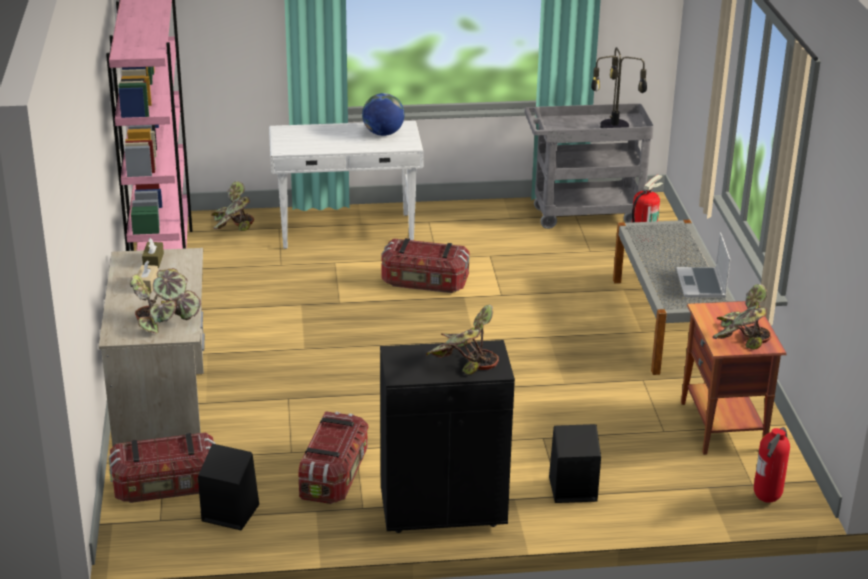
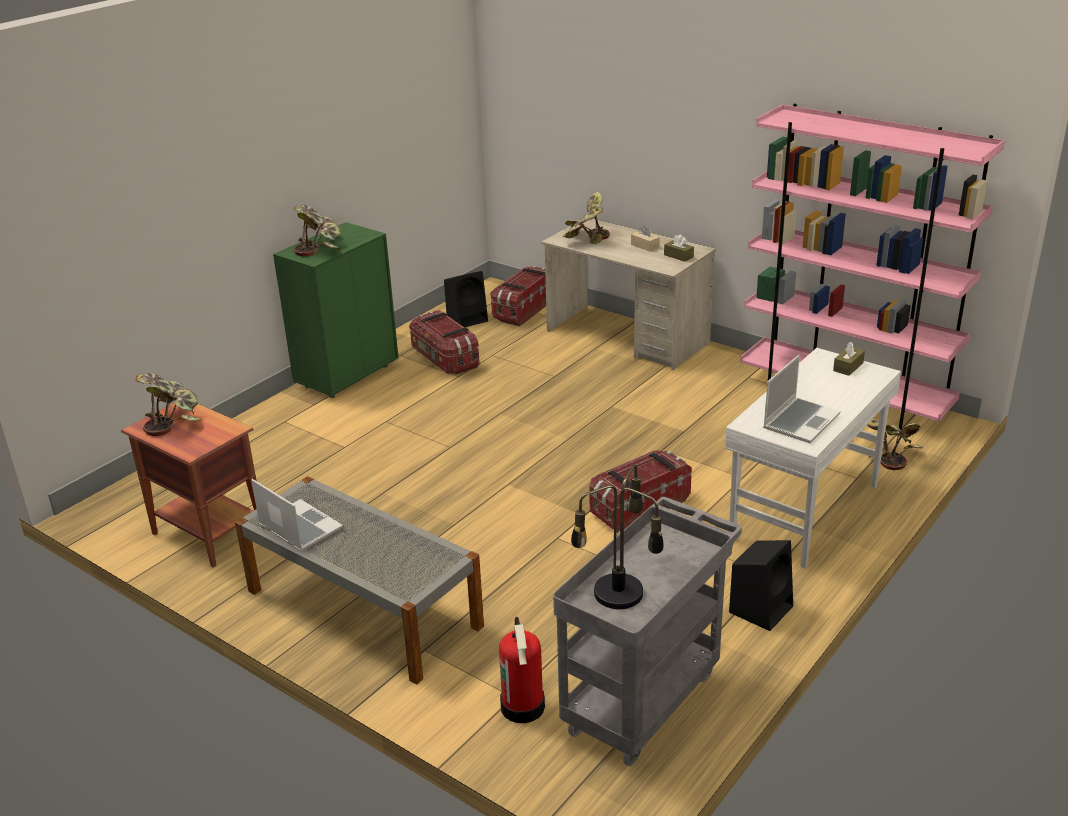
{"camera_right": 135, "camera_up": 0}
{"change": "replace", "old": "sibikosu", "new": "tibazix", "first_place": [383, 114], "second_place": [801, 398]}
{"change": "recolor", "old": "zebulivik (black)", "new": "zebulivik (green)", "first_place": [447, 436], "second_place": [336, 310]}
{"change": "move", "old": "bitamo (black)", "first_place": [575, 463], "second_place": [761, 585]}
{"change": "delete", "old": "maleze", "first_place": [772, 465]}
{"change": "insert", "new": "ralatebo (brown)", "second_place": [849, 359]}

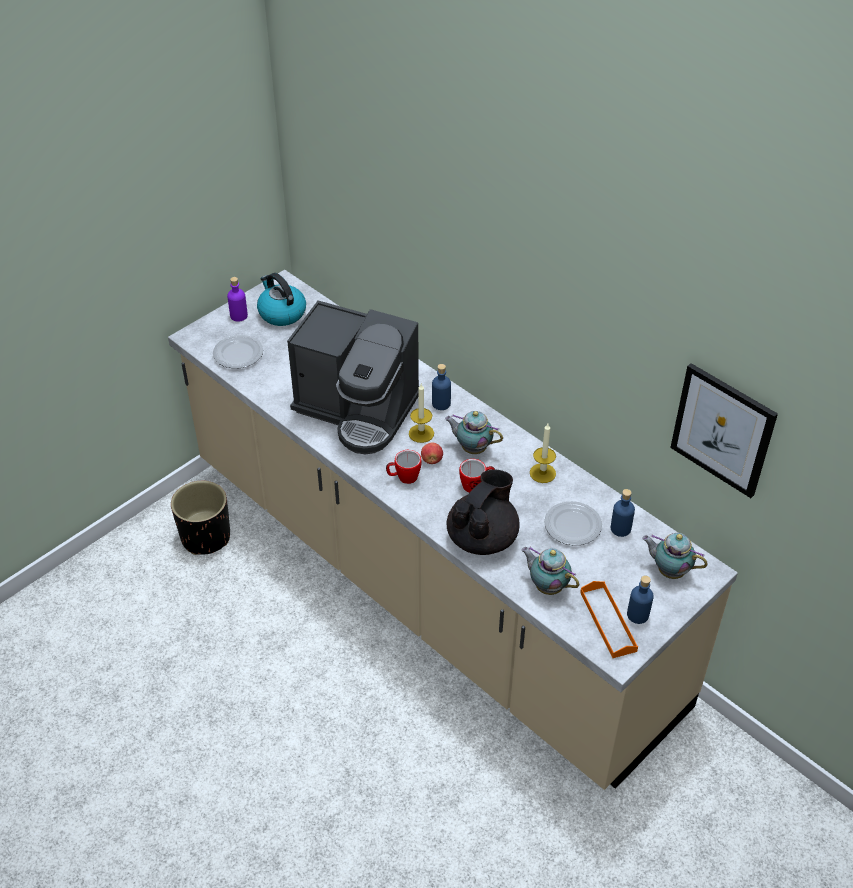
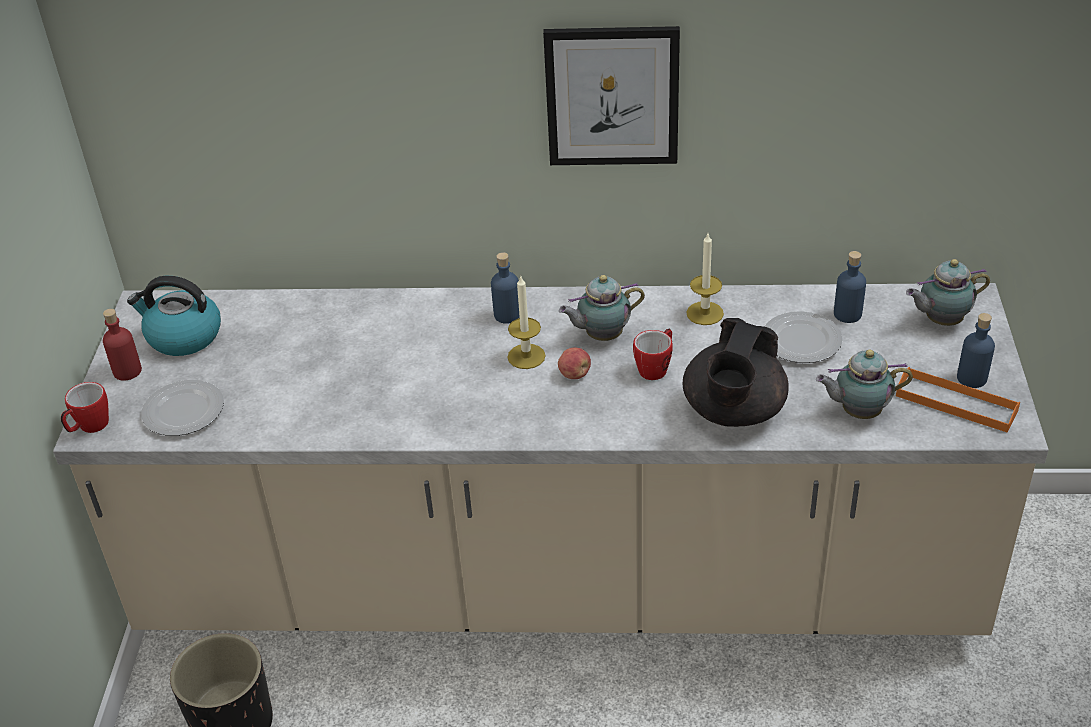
{"camera_right": -40, "camera_up": -5}
{"change": "recolor", "old": "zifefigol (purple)", "new": "zifefigol (red)", "first_place": [237, 299], "second_place": [122, 345]}
{"change": "delete", "old": "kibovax", "first_place": [353, 377]}
{"change": "move", "old": "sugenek", "first_place": [724, 430], "second_place": [611, 95]}
{"change": "move", "old": "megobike", "first_place": [404, 467], "second_place": [85, 407]}
{"change": "rotate", "old": "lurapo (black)", "first_place": [483, 512], "second_place": [736, 372], "degrees": -150}

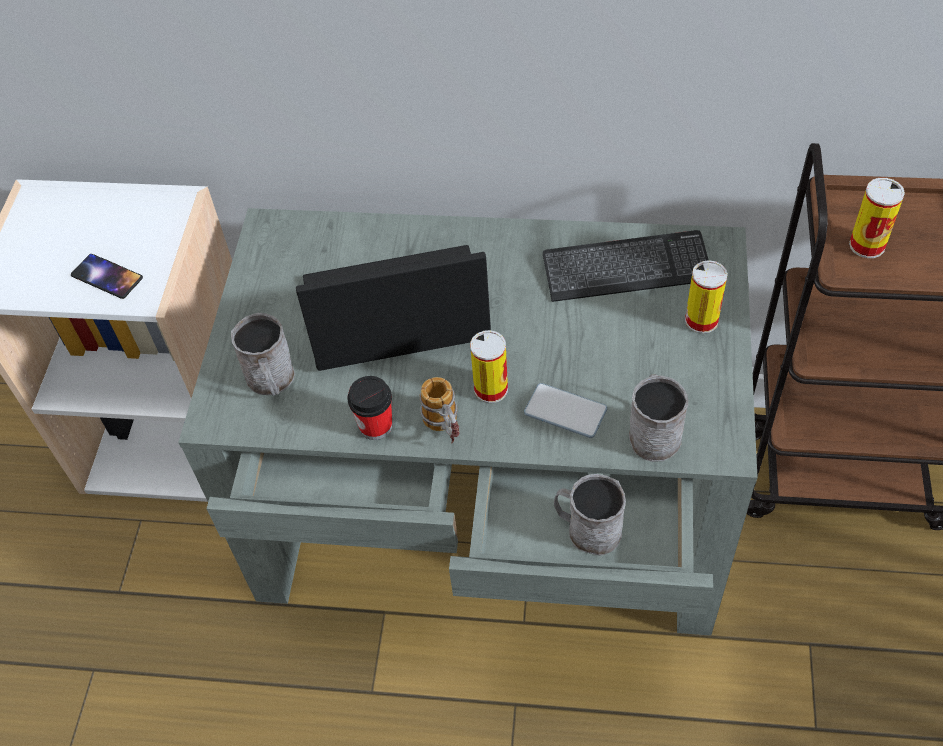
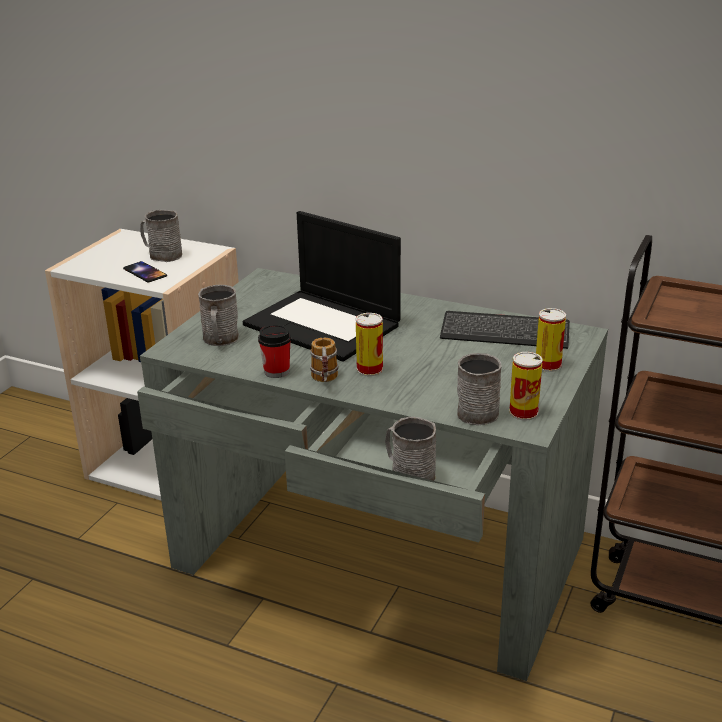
{"camera_right": 15, "camera_up": -25}
{"change": "move", "old": "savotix", "first_place": [877, 218], "second_place": [526, 386]}
{"change": "rotate", "old": "tibazix", "first_place": [393, 308], "second_place": [322, 286], "degrees": -150}
{"change": "delete", "old": "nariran", "first_place": [565, 410]}
{"change": "insert", "new": "megobike (grey)", "second_place": [161, 236]}

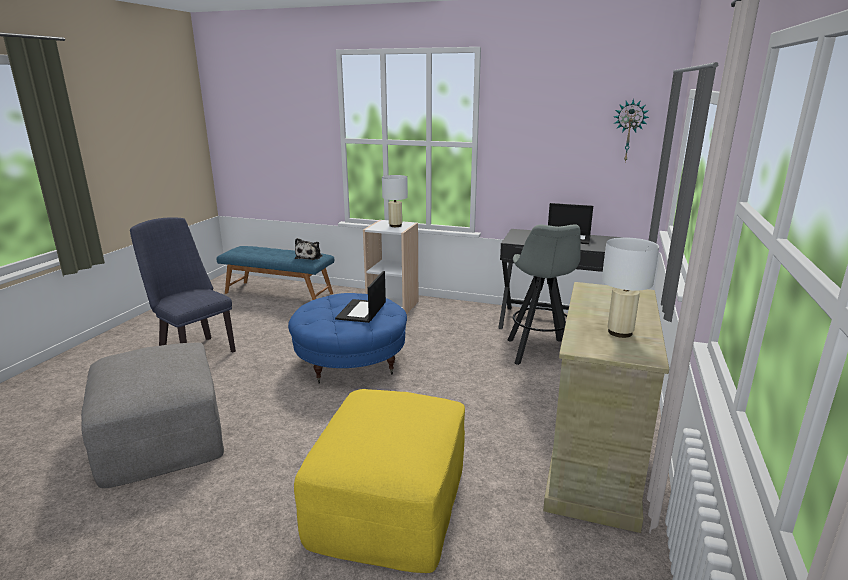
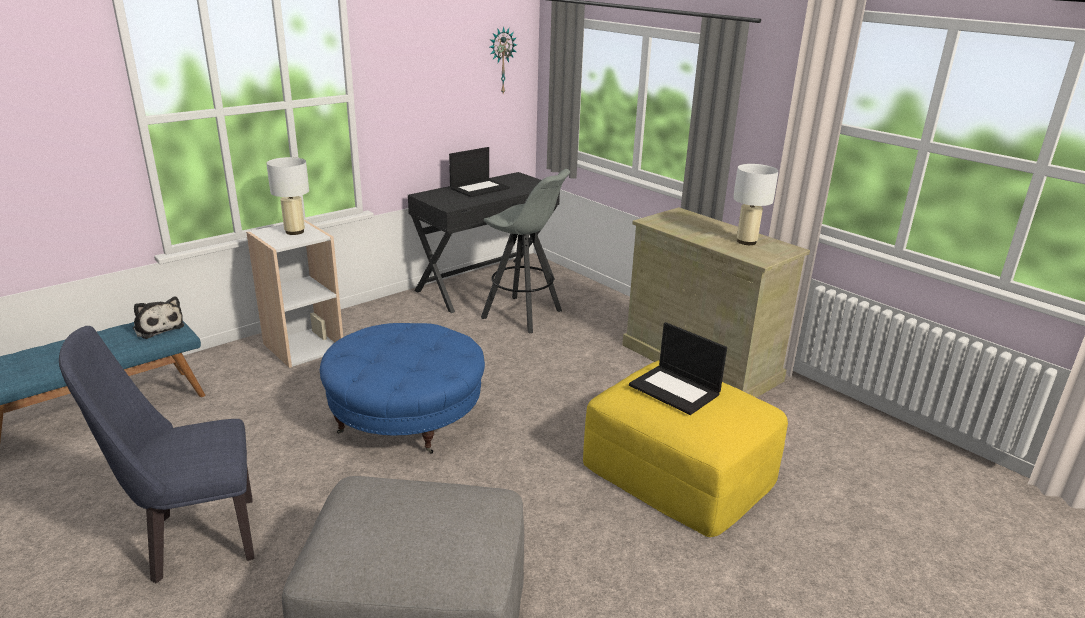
{"camera_right": -60, "camera_up": 5}
{"change": "move", "old": "tibazix", "first_place": [360, 297], "second_place": [678, 368]}

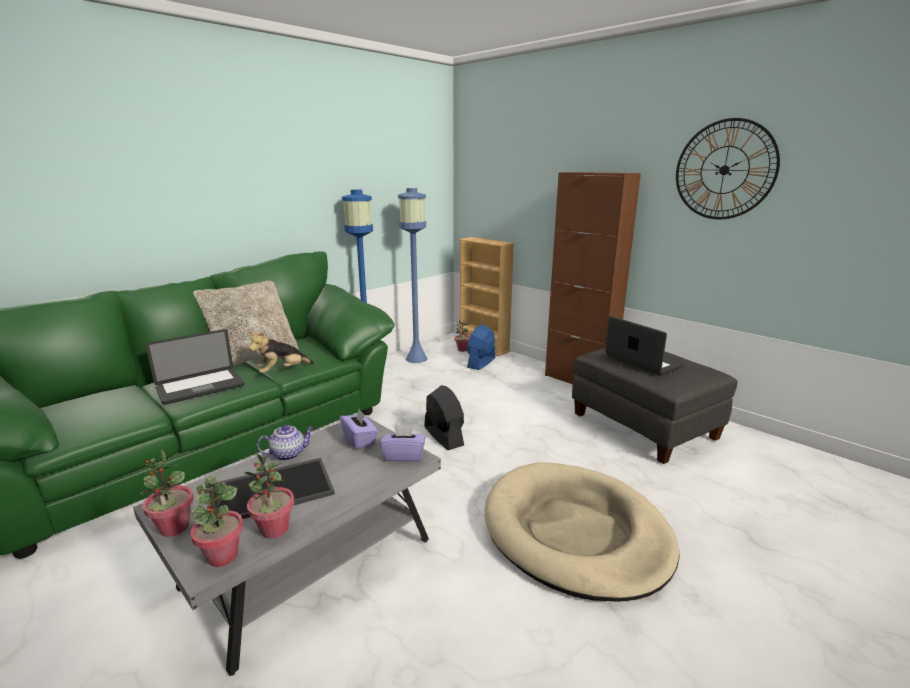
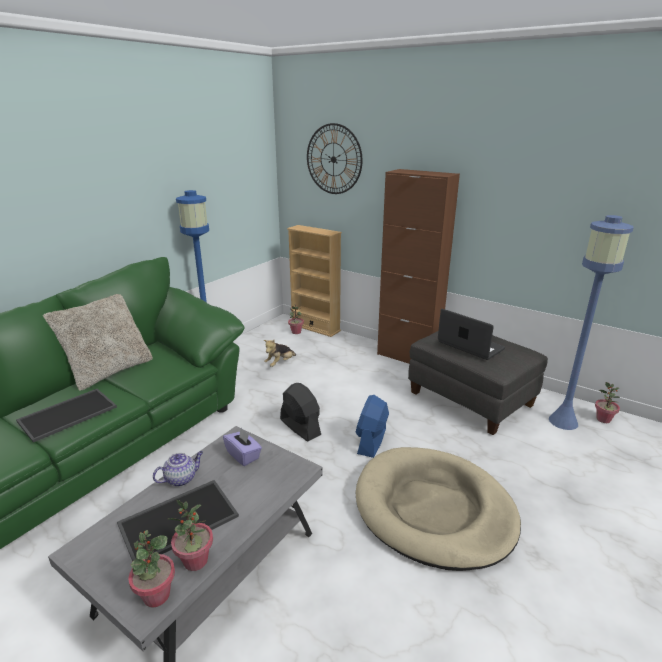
{"camera_right": -10, "camera_up": 5}
{"change": "move", "old": "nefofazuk", "first_place": [728, 168], "second_place": [335, 158]}
{"change": "move", "old": "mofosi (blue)", "first_place": [412, 275], "second_place": [591, 322]}
{"change": "move", "old": "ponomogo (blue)", "first_place": [481, 347], "second_place": [372, 426]}
{"change": "replace", "old": "tibazix", "new": "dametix", "first_place": [194, 367], "second_place": [66, 415]}
{"change": "move", "old": "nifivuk", "first_place": [281, 352], "second_place": [280, 353]}
{"change": "delete", "old": "ralatebo (purple)", "first_place": [403, 443]}
{"change": "move", "old": "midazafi", "first_place": [167, 493], "second_place": [607, 402]}

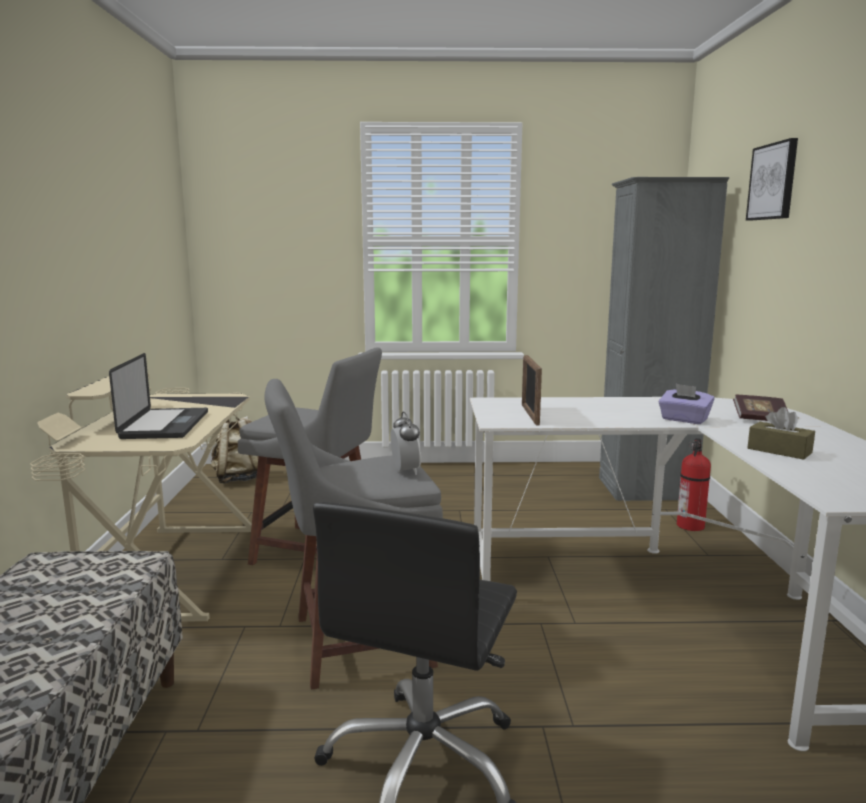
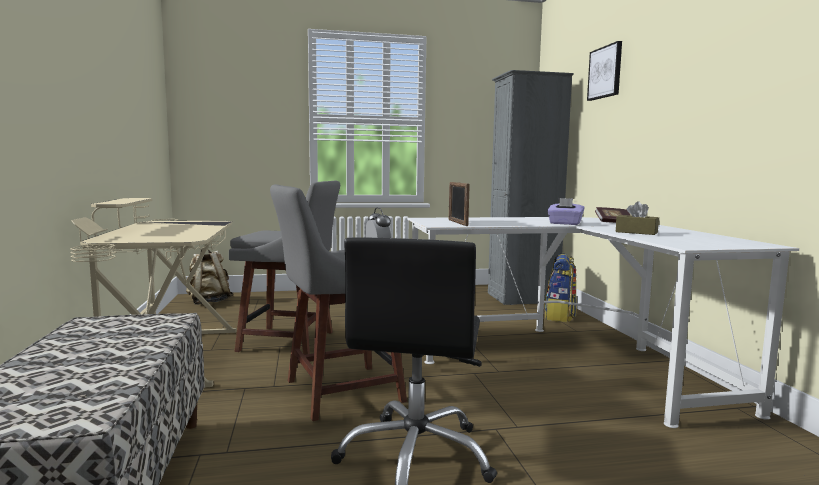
{"camera_right": -10, "camera_up": -5}
{"change": "delete", "old": "tibazix", "first_place": [158, 396]}
{"change": "replace", "old": "maleze", "new": "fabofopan", "first_place": [694, 484], "second_place": [560, 288]}

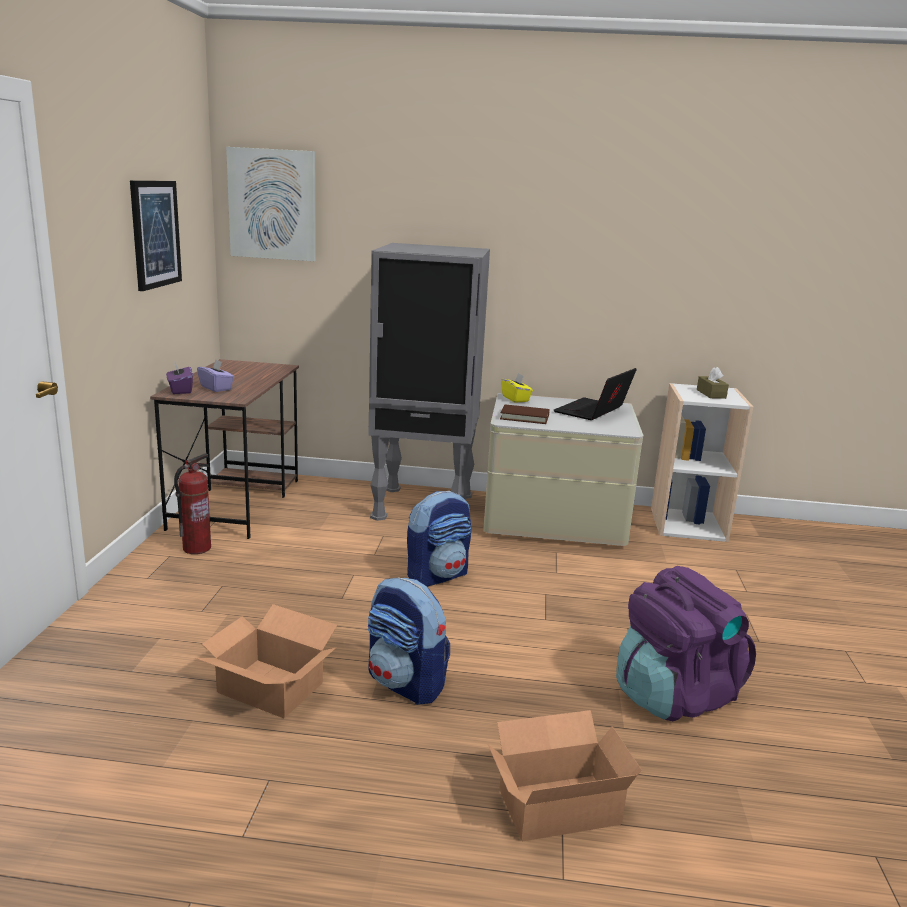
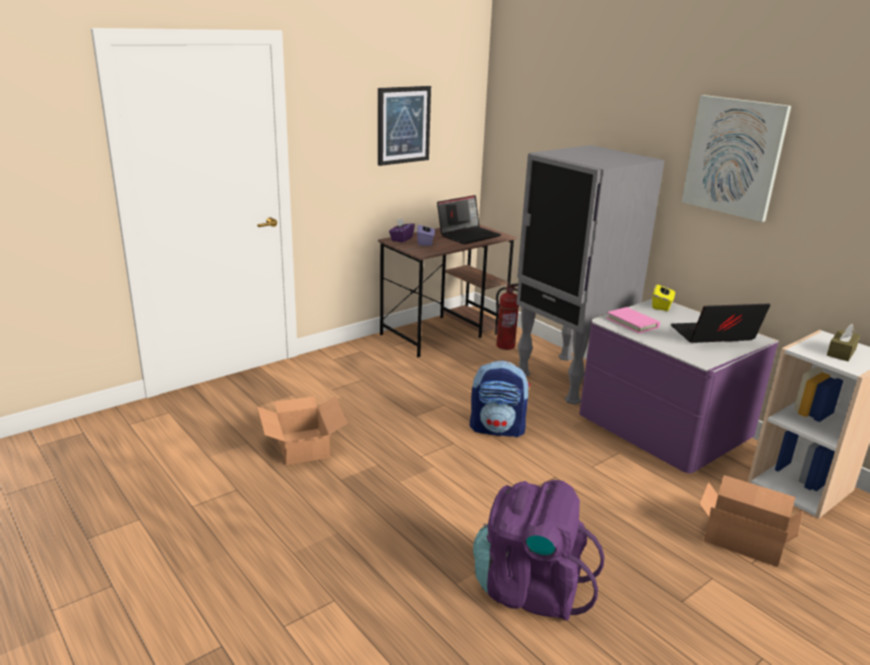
{"camera_right": 45, "camera_up": 5}
{"change": "move", "old": "sugenek", "first_place": [271, 204], "second_place": [736, 158]}
{"change": "recolor", "old": "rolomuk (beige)", "new": "rolomuk (purple)", "first_place": [563, 469], "second_place": [679, 386]}
{"change": "recolor", "old": "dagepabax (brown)", "new": "dagepabax (pink)", "first_place": [525, 414], "second_place": [633, 320]}
{"change": "move", "old": "maleze", "first_place": [192, 503], "second_place": [507, 316]}
{"change": "delete", "old": "fabofopan", "first_place": [409, 640]}
{"change": "move", "old": "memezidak", "first_place": [565, 776], "second_place": [751, 521]}
{"change": "insert", "new": "tibazix", "second_place": [469, 219]}

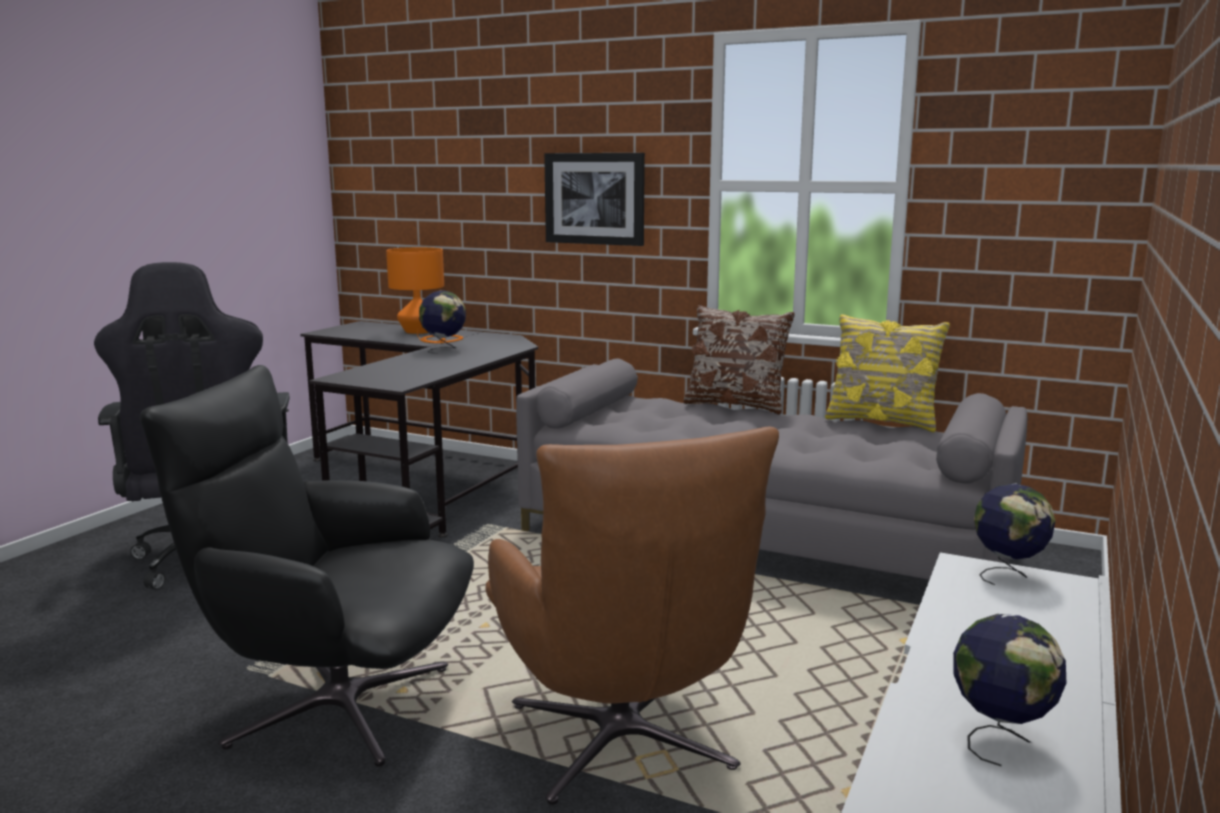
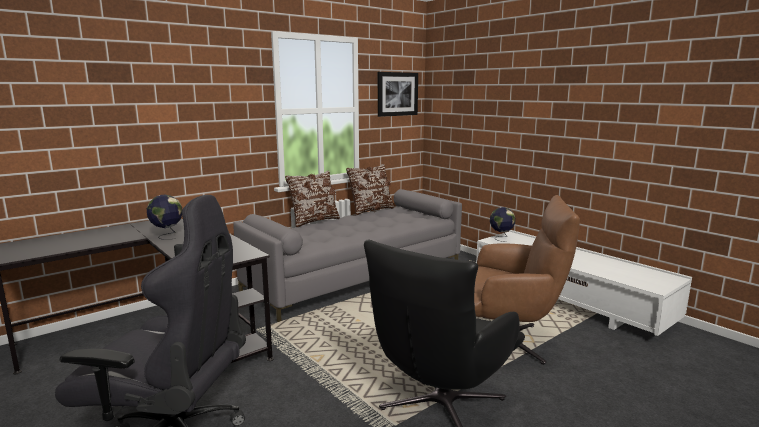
{"camera_right": -65, "camera_up": 0}
{"change": "move", "old": "sugenek", "first_place": [594, 199], "second_place": [398, 94]}
{"change": "delete", "old": "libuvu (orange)", "first_place": [424, 295]}
{"change": "recolor", "old": "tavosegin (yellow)", "new": "tavosegin (brown)", "first_place": [887, 373], "second_place": [370, 189]}
{"change": "delete", "old": "sibikosu", "first_place": [1009, 690]}

